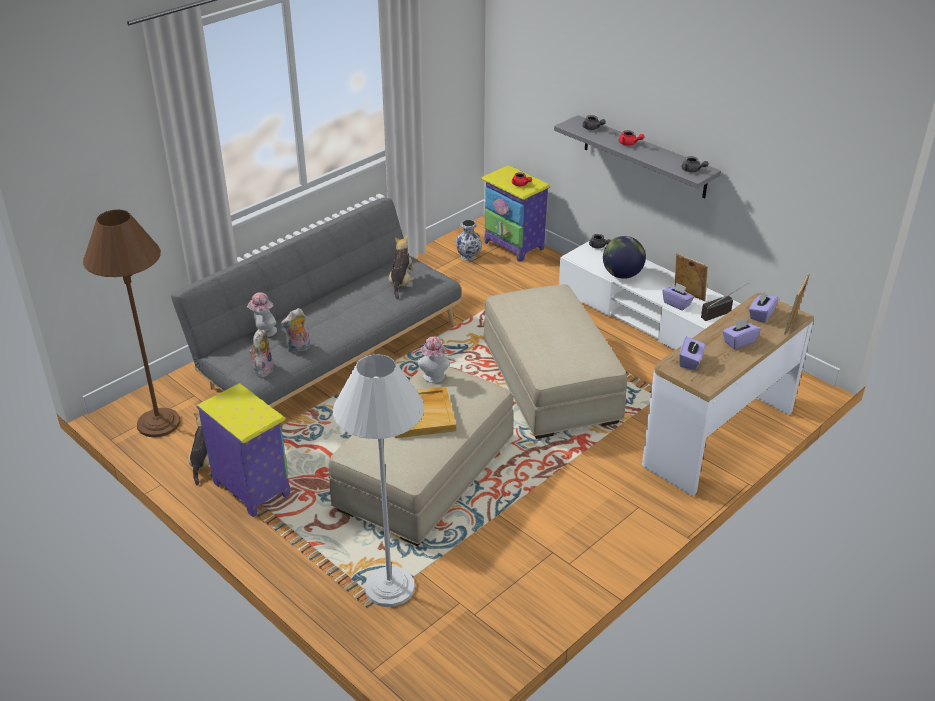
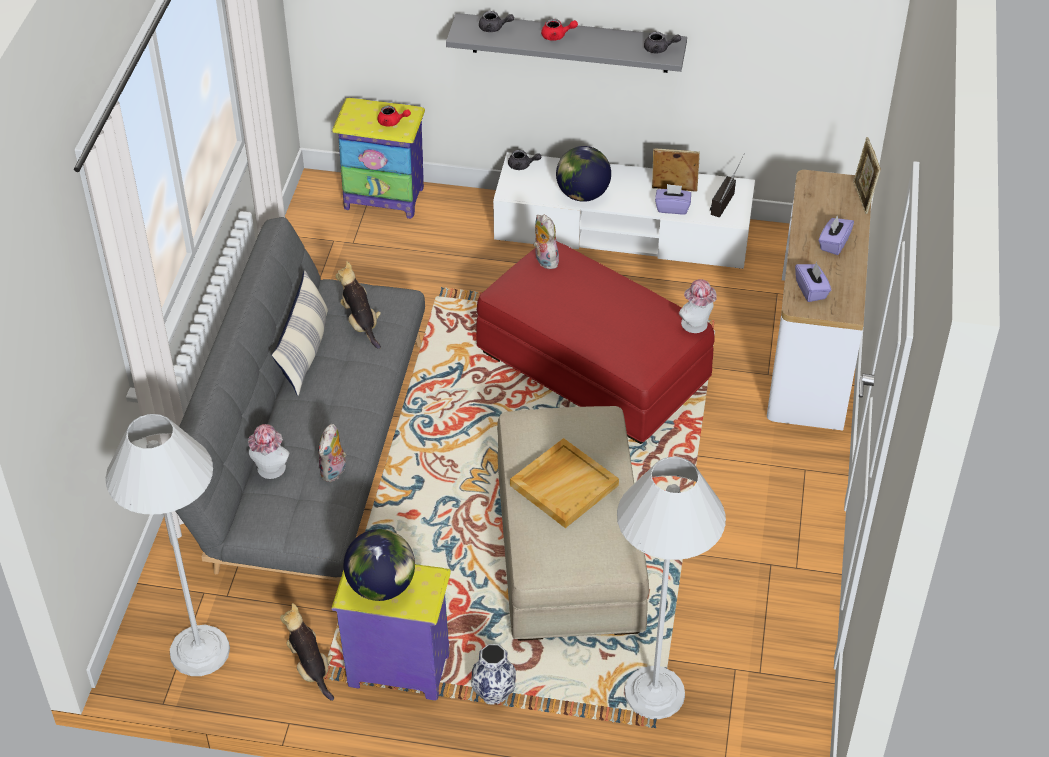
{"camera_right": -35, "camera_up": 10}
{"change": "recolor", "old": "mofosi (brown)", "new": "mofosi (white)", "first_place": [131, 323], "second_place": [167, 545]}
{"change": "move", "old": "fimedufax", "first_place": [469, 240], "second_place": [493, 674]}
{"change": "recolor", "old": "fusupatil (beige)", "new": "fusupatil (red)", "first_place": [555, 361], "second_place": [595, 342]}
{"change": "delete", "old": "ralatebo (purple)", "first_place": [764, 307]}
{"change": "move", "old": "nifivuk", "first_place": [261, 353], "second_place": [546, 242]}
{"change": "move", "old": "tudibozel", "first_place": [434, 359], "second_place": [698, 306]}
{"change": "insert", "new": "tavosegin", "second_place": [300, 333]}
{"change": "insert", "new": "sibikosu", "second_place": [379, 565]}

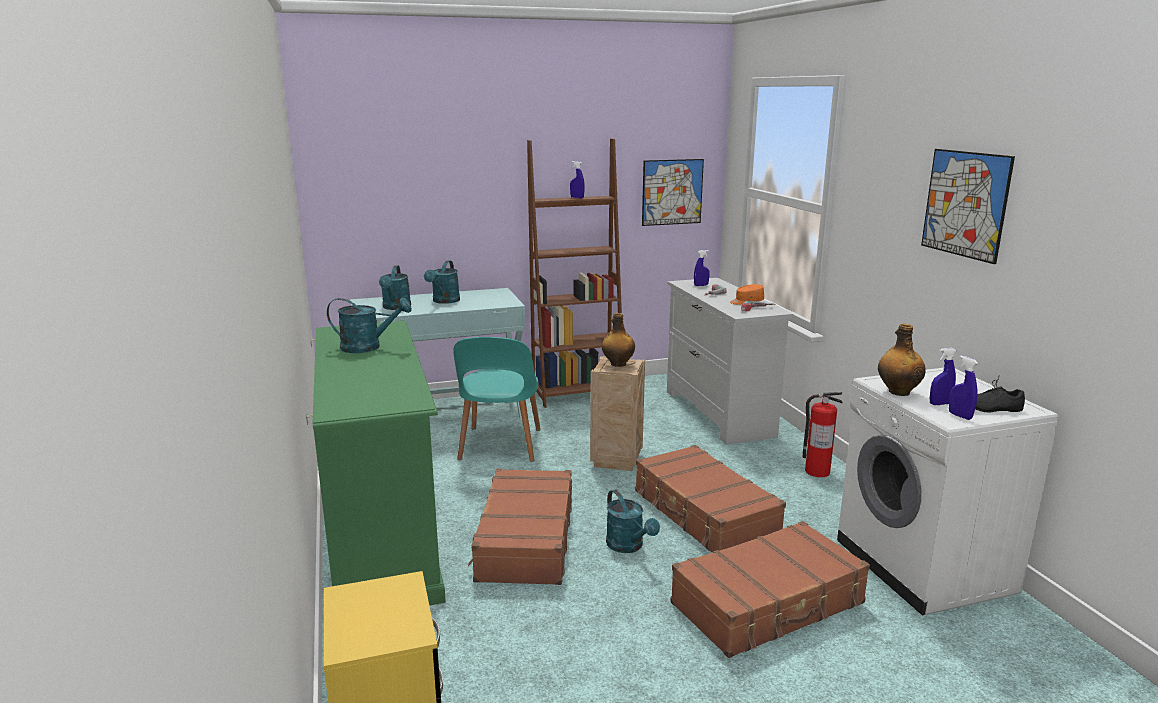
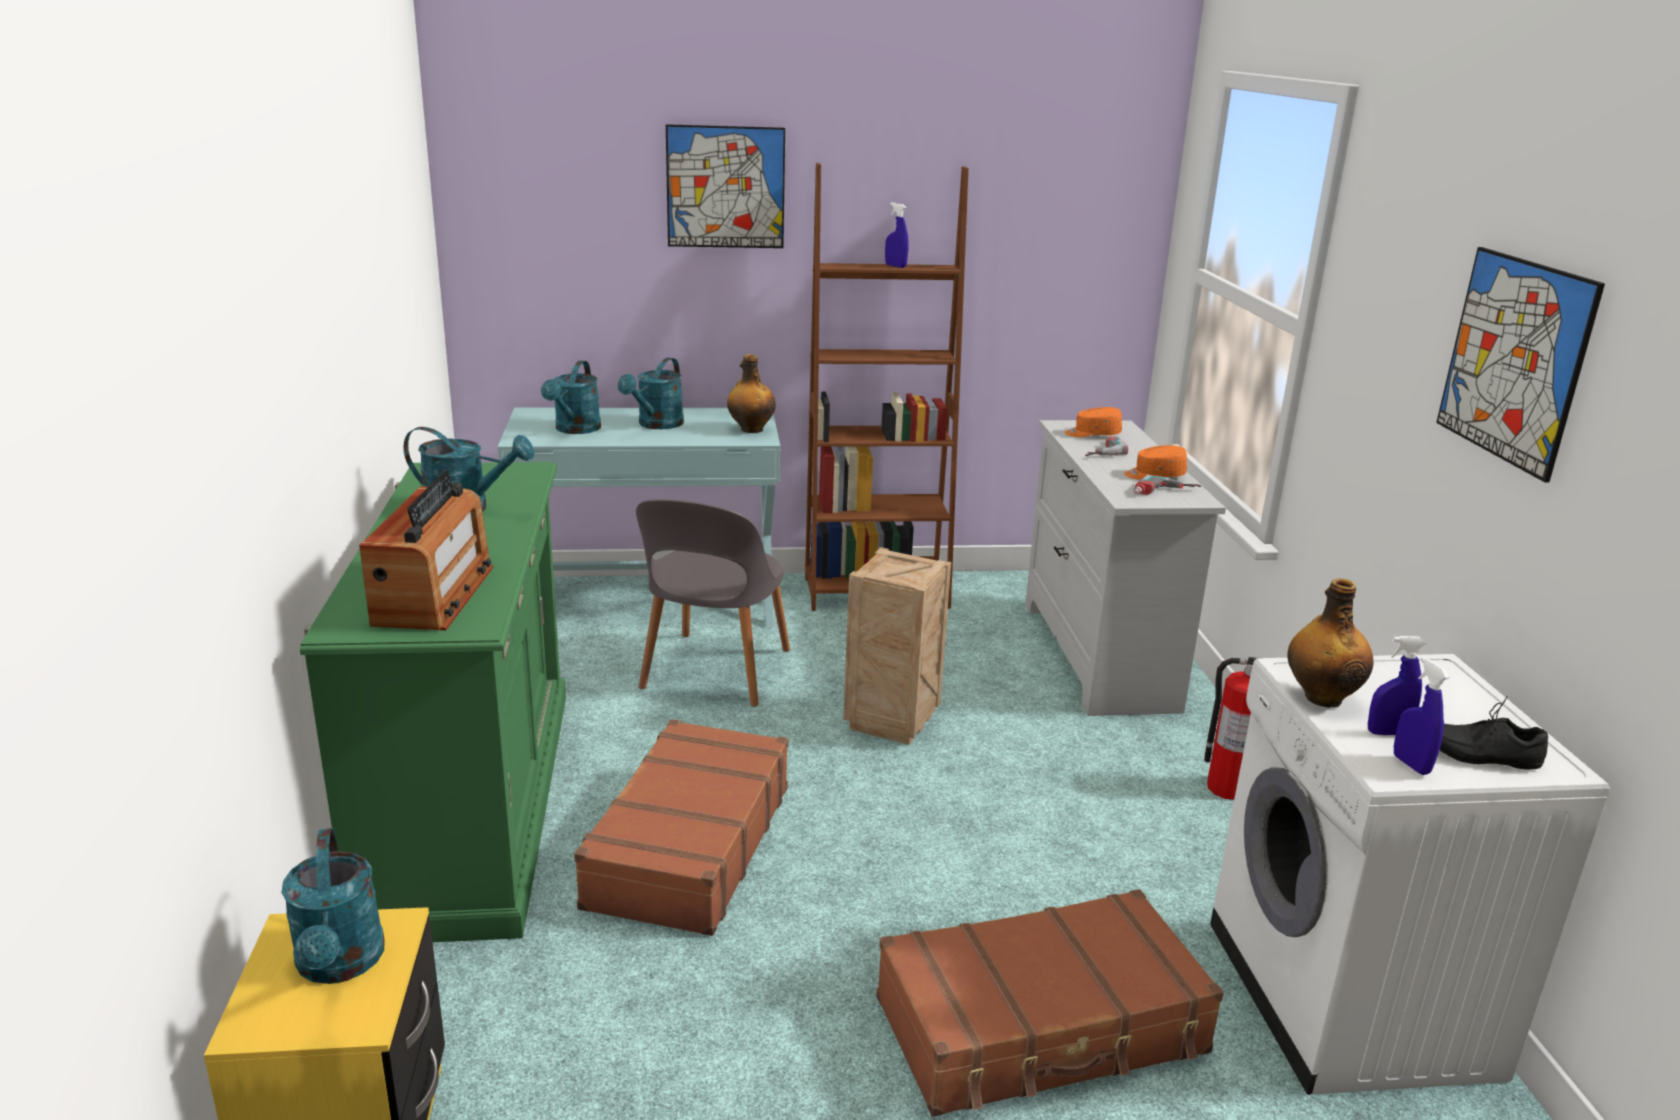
{"camera_right": 10, "camera_up": 5}
{"change": "move", "old": "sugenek", "first_place": [673, 192], "second_place": [725, 186]}
{"change": "replace", "old": "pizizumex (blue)", "new": "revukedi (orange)", "first_place": [702, 268], "second_place": [1093, 422]}
{"change": "move", "old": "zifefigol", "first_place": [618, 340], "second_place": [751, 393]}
{"change": "recolor", "old": "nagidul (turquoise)", "new": "nagidul (grey)", "first_place": [497, 399], "second_place": [713, 603]}
{"change": "delete", "old": "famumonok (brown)", "first_place": [710, 498]}
{"change": "move", "old": "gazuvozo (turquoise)", "first_place": [633, 521], "second_place": [333, 906]}
{"change": "insert", "new": "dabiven", "second_place": [426, 550]}

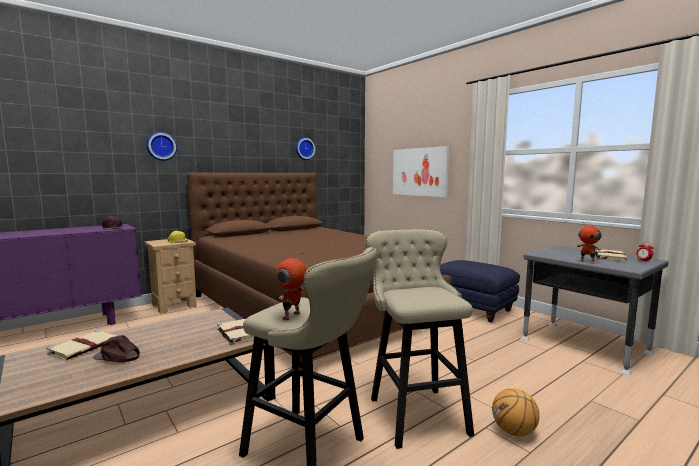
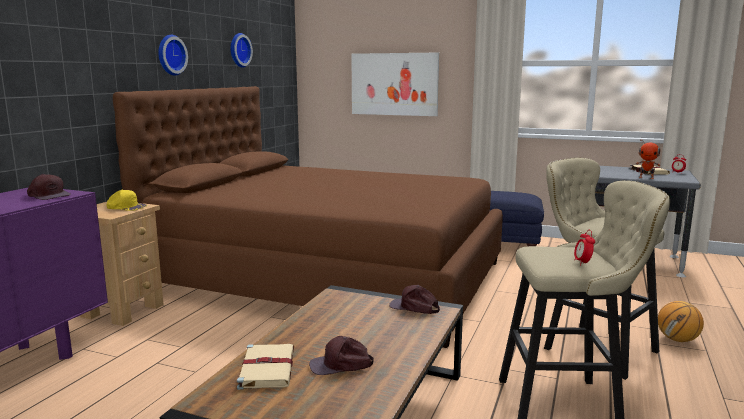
{"camera_right": -30, "camera_up": 5}
{"change": "move", "old": "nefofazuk", "first_place": [161, 146], "second_place": [173, 55]}
{"change": "replace", "old": "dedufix", "new": "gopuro", "first_place": [291, 286], "second_place": [584, 248]}
{"change": "replace", "old": "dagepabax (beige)", "new": "revukedi (brown)", "first_place": [235, 332], "second_place": [414, 299]}

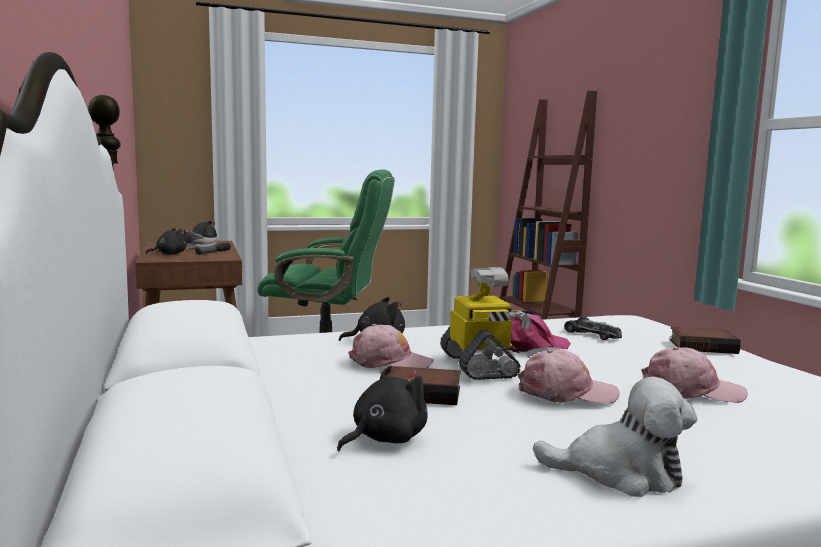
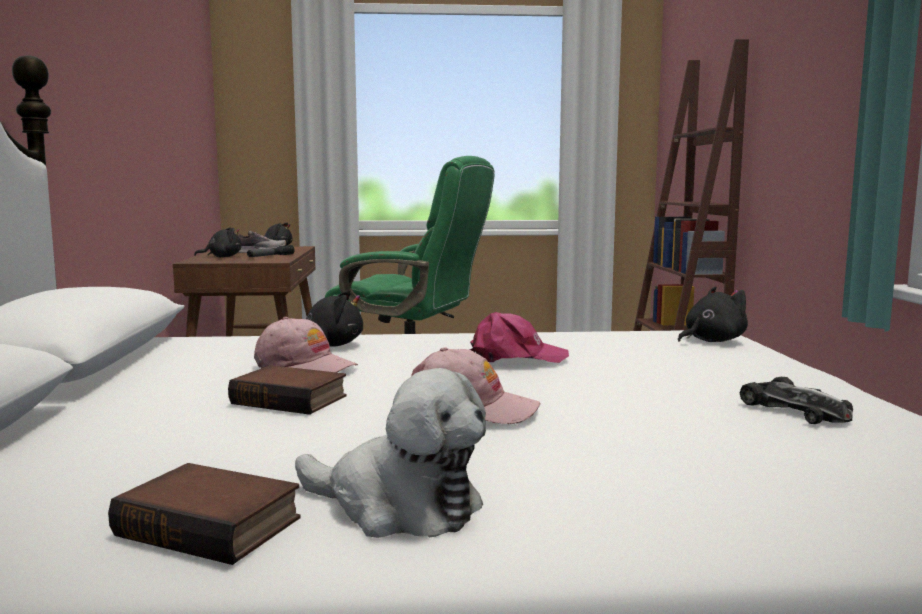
{"camera_right": 15, "camera_up": 0}
{"change": "delete", "old": "dedufix", "first_place": [485, 323]}
{"change": "move", "old": "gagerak", "first_place": [593, 328], "second_place": [796, 400]}
{"change": "move", "old": "dagepabax", "first_place": [705, 340], "second_place": [204, 514]}
{"change": "delete", "old": "revukedi (pink)", "first_place": [694, 375]}
{"change": "move", "old": "nifivuk (black)", "first_place": [382, 408], "second_place": [713, 314]}

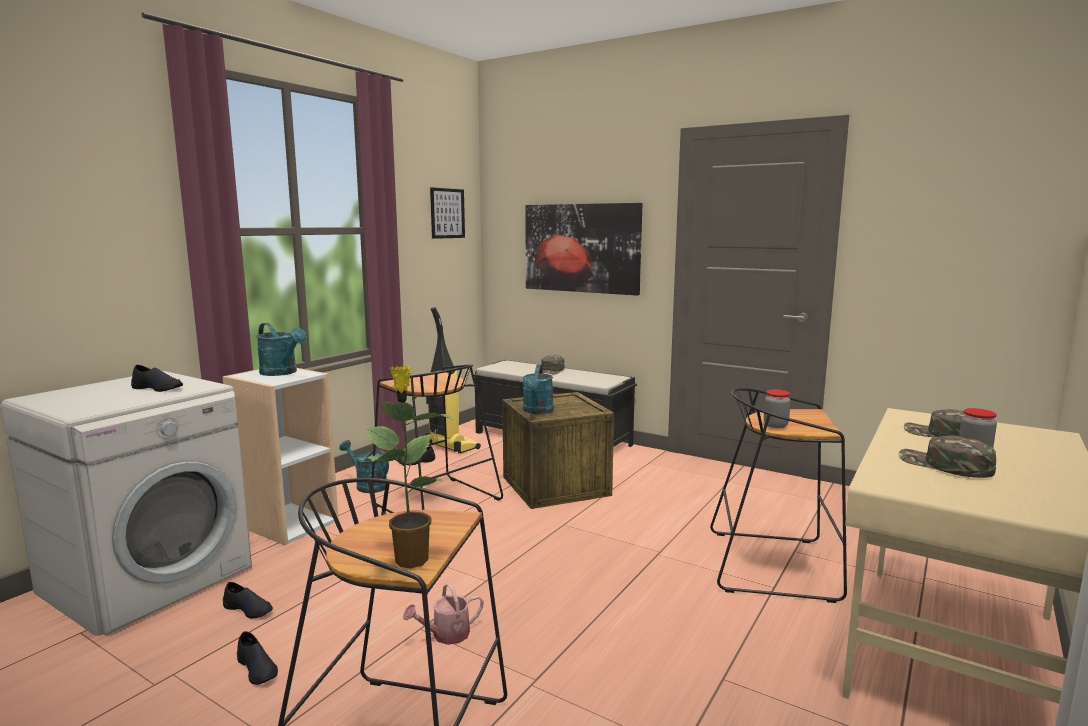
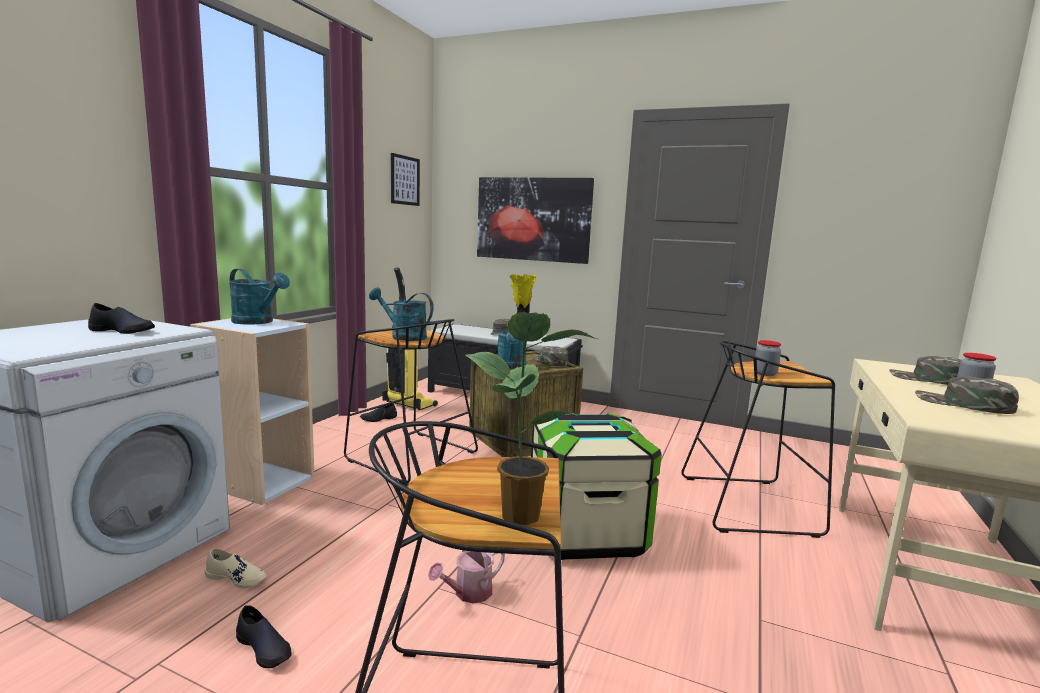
{"camera_right": -10, "camera_up": 0}
{"change": "move", "old": "gazuvozo (turquoise)", "first_place": [364, 466], "second_place": [401, 314]}
{"change": "recolor", "old": "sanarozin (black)", "new": "sanarozin (beige)", "first_place": [248, 600], "second_place": [236, 568]}
{"change": "insert", "new": "revukedi (green)", "second_place": [550, 356]}
{"change": "insert", "new": "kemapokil", "second_place": [596, 486]}

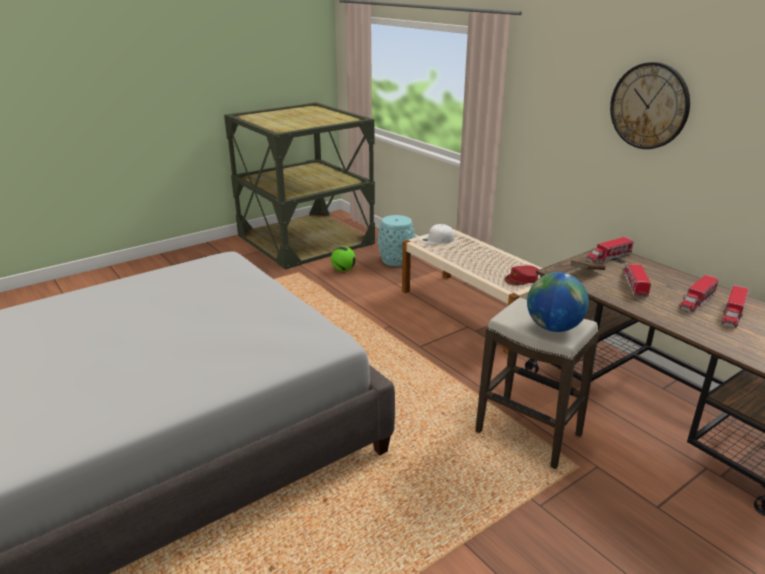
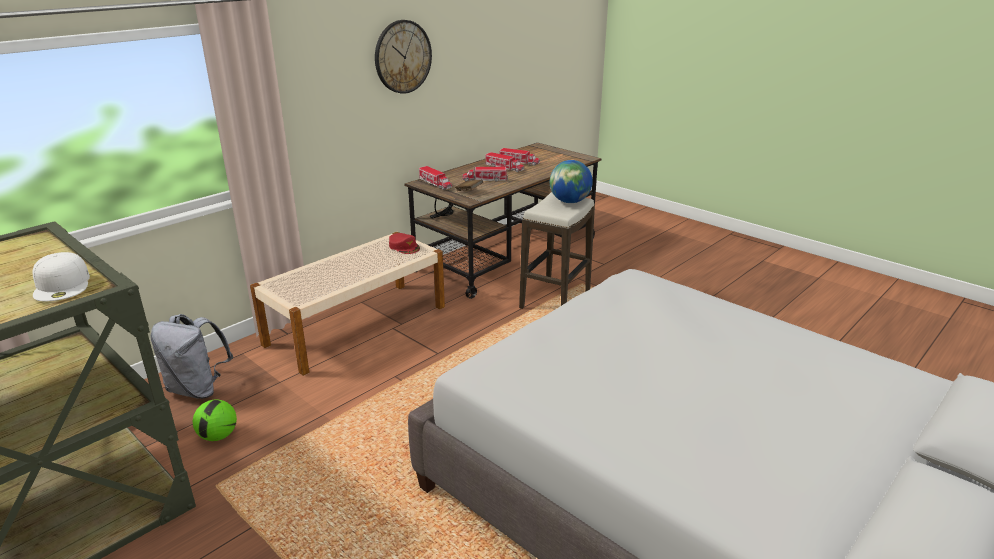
{"camera_right": -100, "camera_up": 0}
{"change": "replace", "old": "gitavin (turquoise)", "new": "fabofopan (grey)", "first_place": [396, 240], "second_place": [191, 356]}
{"change": "move", "old": "revukedi (white)", "first_place": [437, 234], "second_place": [61, 276]}

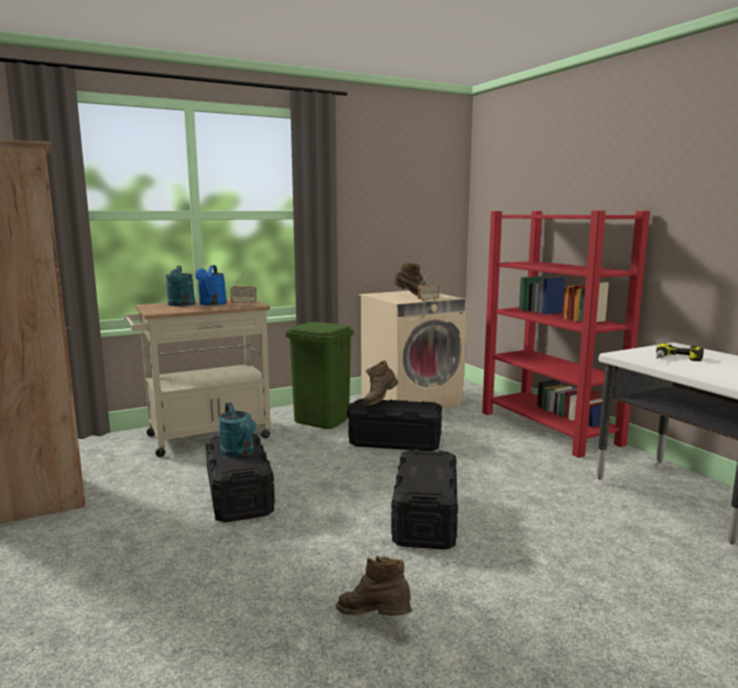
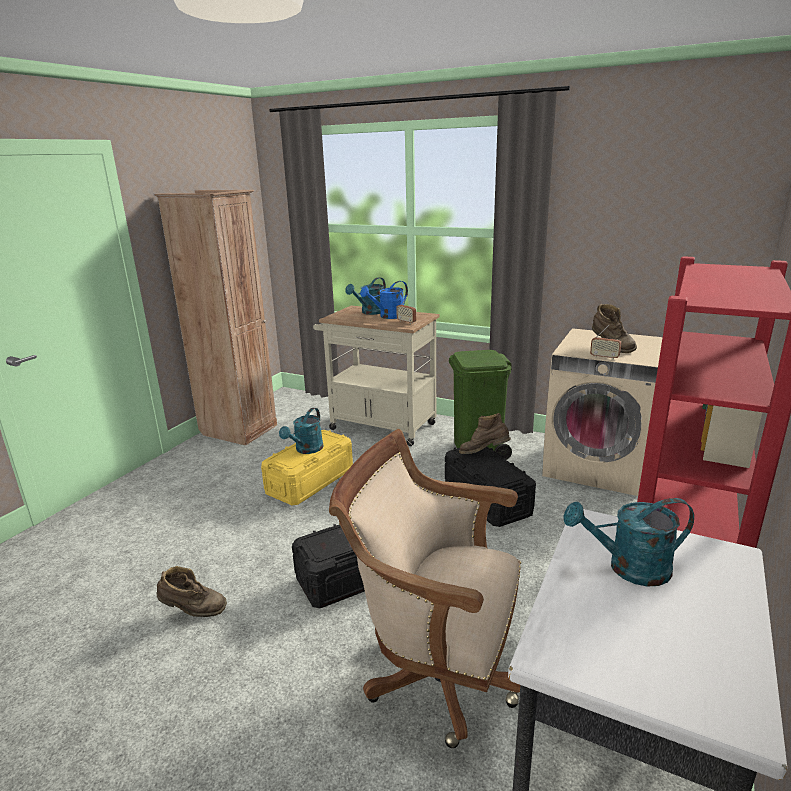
{"camera_right": 55, "camera_up": 10}
{"change": "replace", "old": "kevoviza", "new": "gazuvozo (turquoise)", "first_place": [680, 352], "second_place": [629, 542]}
{"change": "recolor", "old": "kemapokil (black)", "new": "kemapokil (yellow)", "first_place": [240, 478], "second_place": [307, 467]}
{"change": "rotate", "old": "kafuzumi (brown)", "first_place": [374, 586], "second_place": [191, 591], "degrees": 90}
{"change": "insert", "new": "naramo", "second_place": [425, 588]}

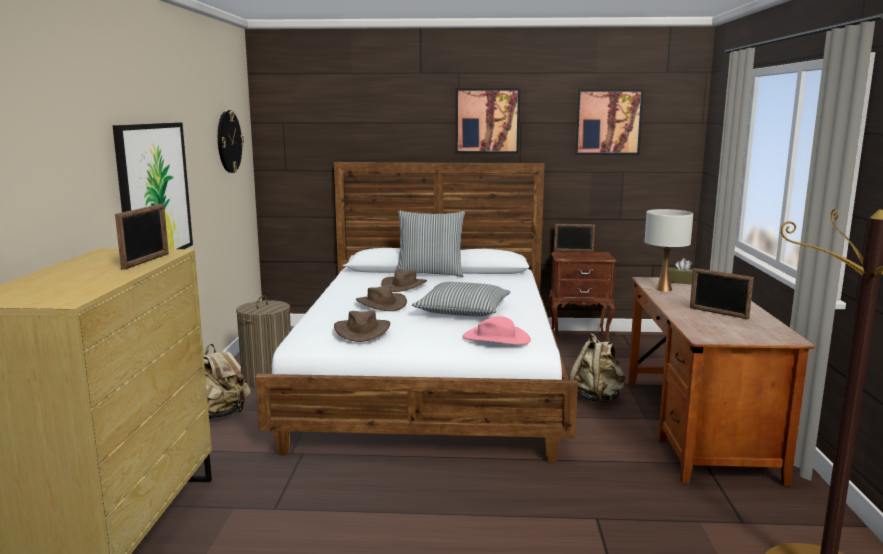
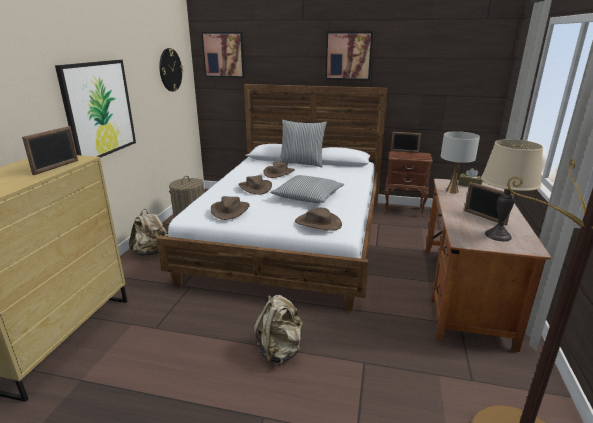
{"camera_right": 10, "camera_up": 10}
{"change": "move", "old": "sugenek", "first_place": [609, 122], "second_place": [223, 55]}
{"change": "recolor", "old": "tudibozel (pink)", "new": "tudibozel (brown)", "first_place": [496, 330], "second_place": [318, 219]}
{"change": "move", "old": "fabofopan (beige)", "first_place": [597, 367], "second_place": [278, 330]}
{"change": "insert", "new": "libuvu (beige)", "second_place": [512, 190]}

